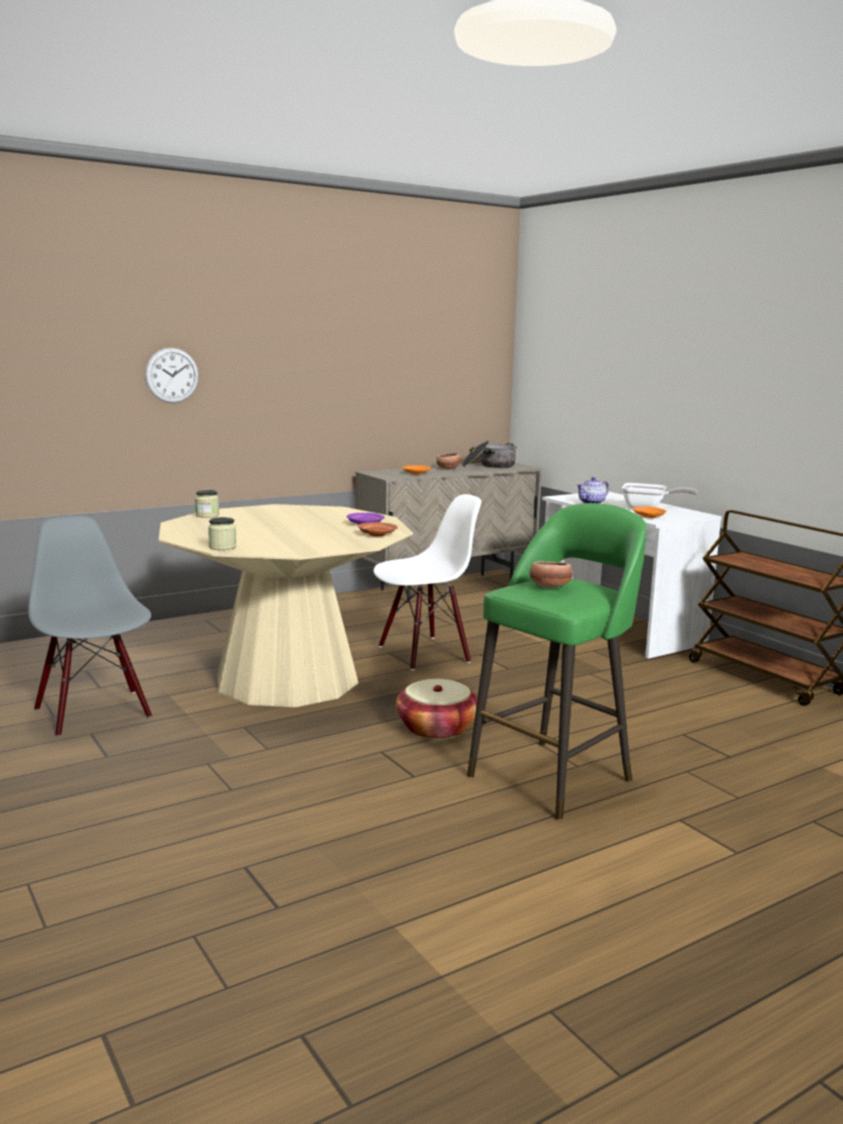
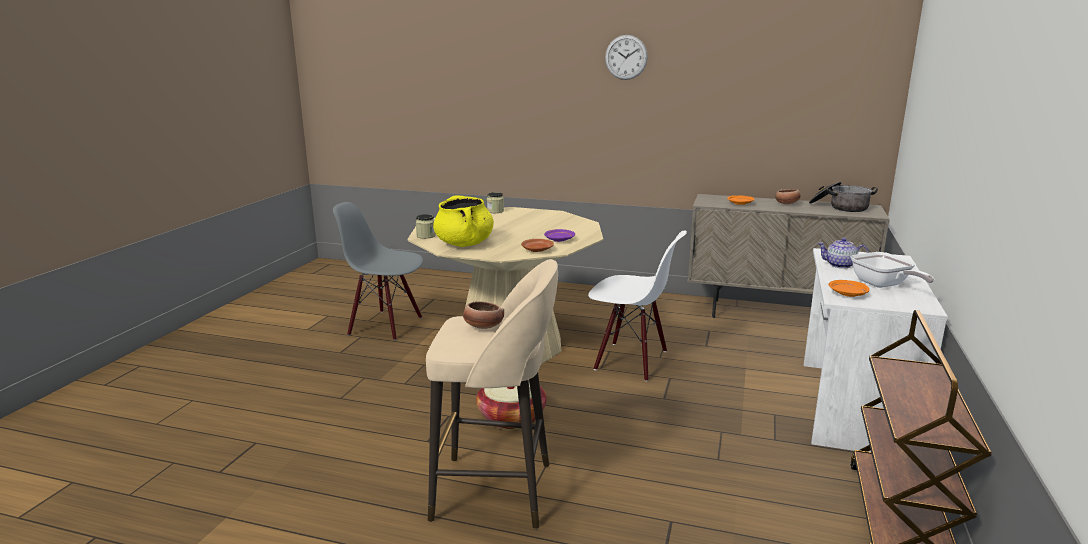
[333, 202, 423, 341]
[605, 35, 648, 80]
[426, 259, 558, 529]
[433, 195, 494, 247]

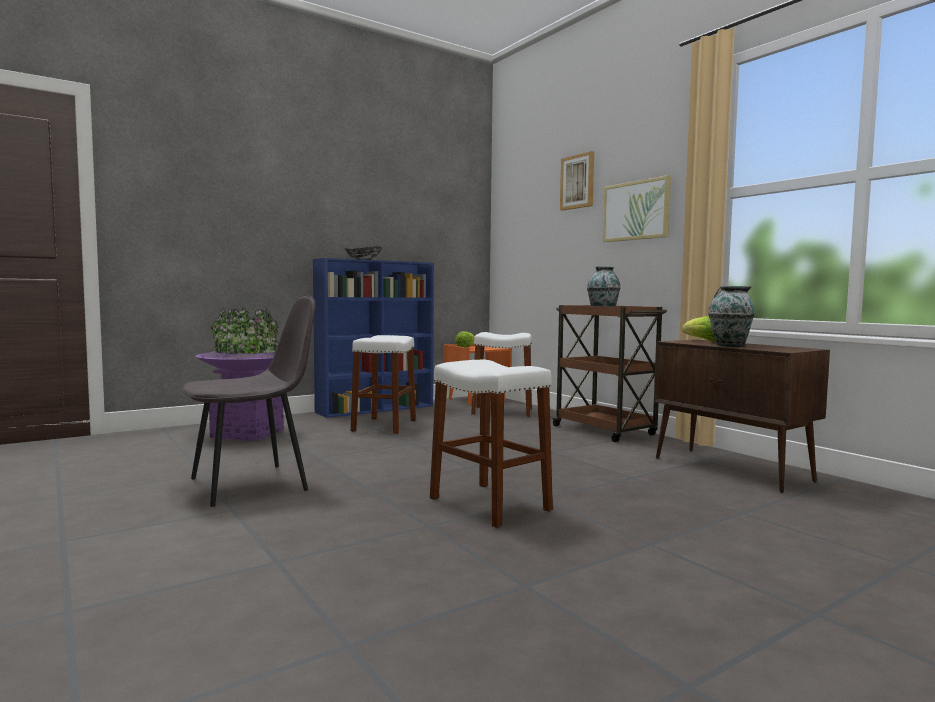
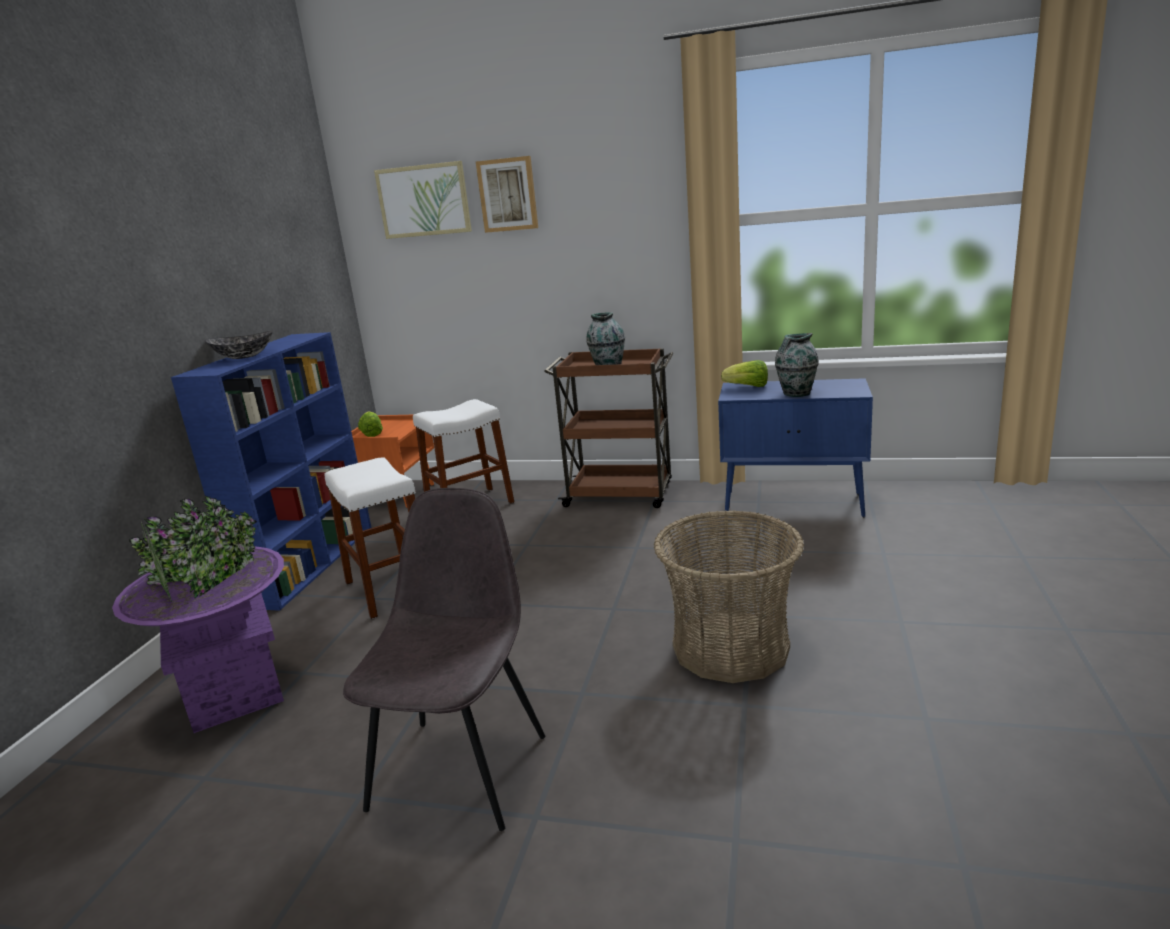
[654, 511, 804, 683]
[374, 161, 472, 239]
[718, 378, 873, 517]

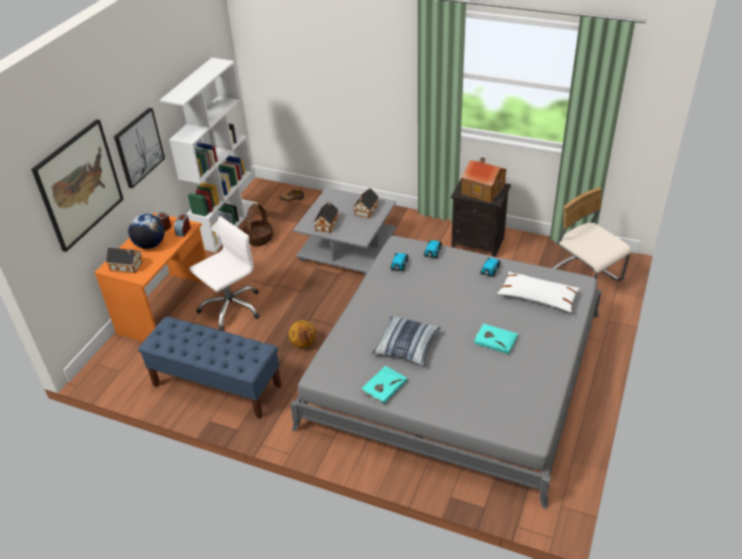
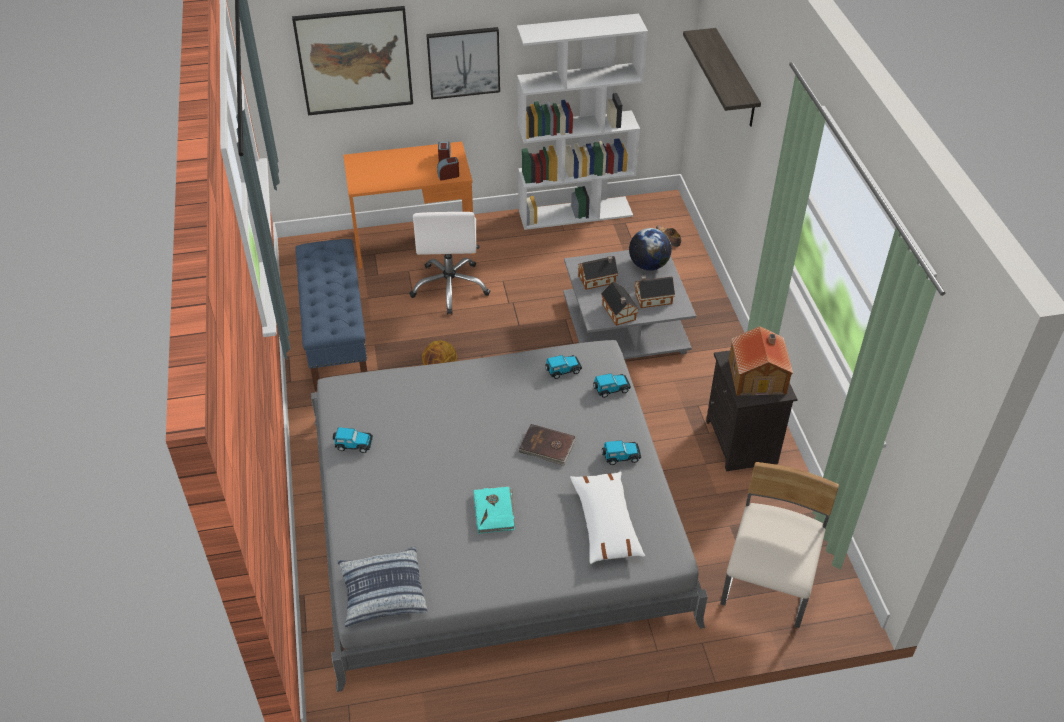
[601, 282, 639, 326]
[629, 228, 672, 271]
[409, 212, 490, 315]
[242, 204, 273, 246] (first image)
[333, 427, 373, 453]
[338, 547, 428, 627]
[518, 424, 575, 466]
[683, 28, 761, 127]

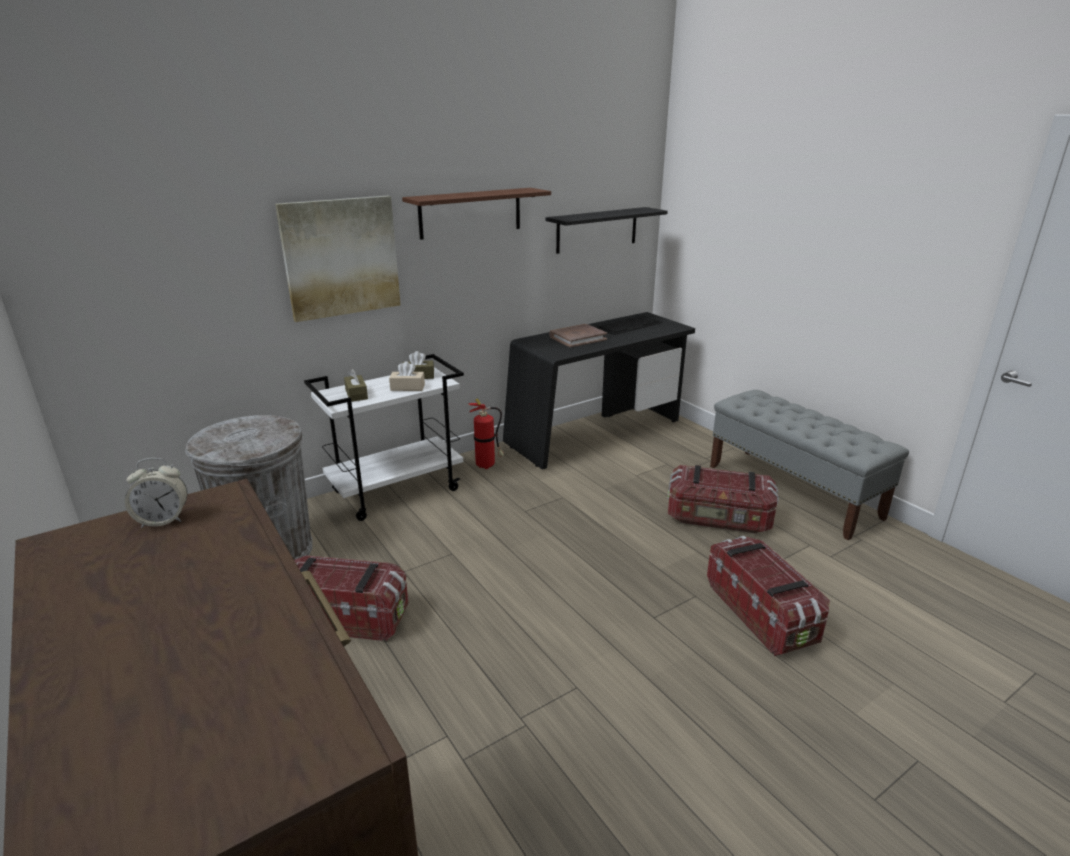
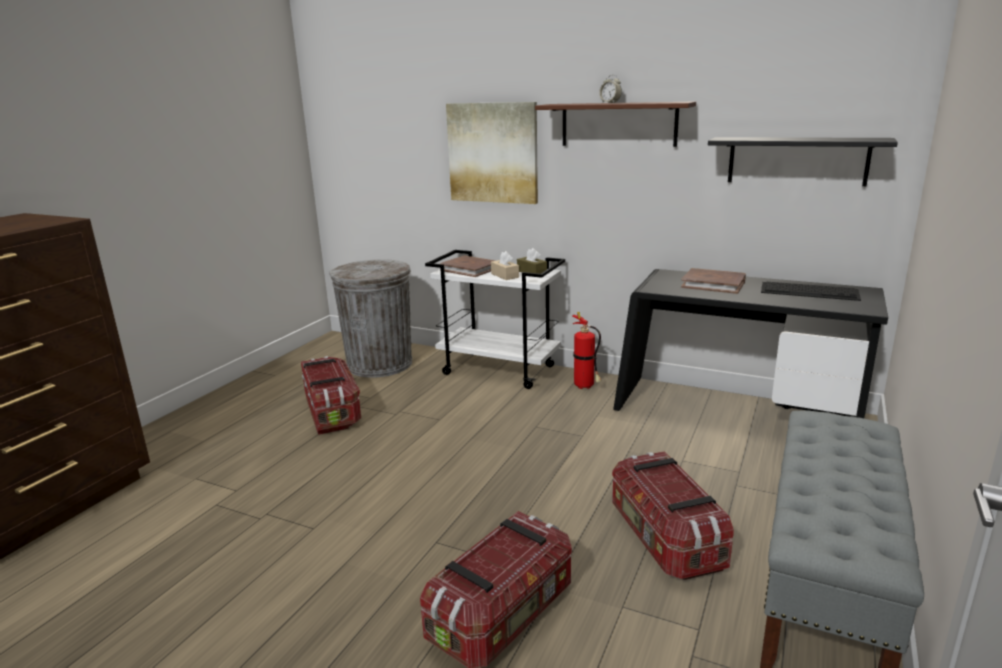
[599, 75, 622, 103]
[440, 256, 495, 277]

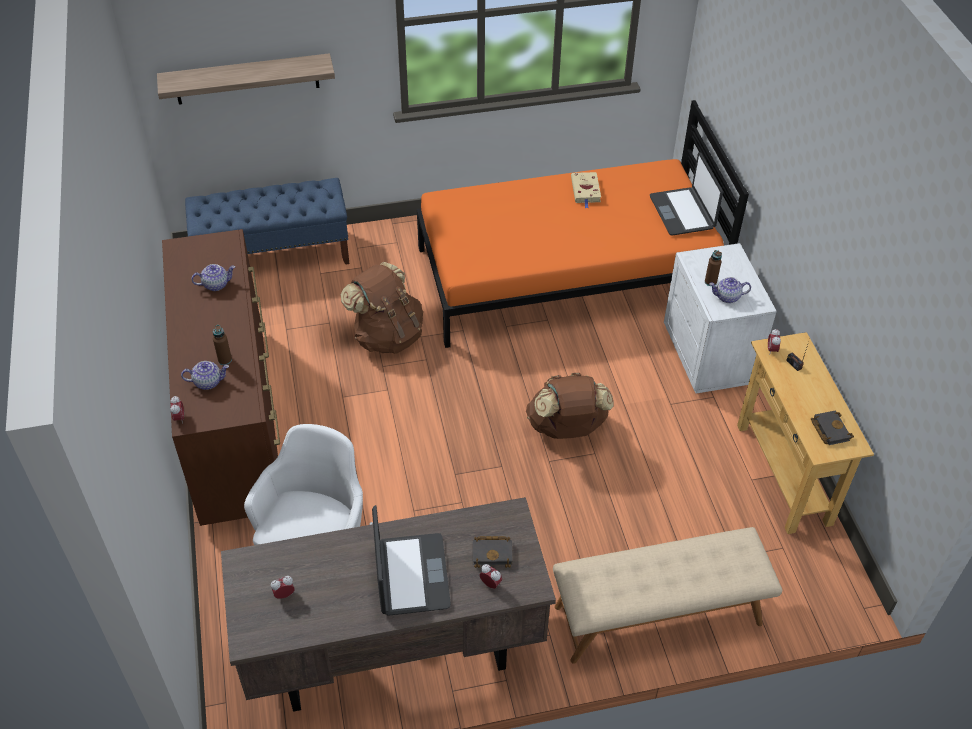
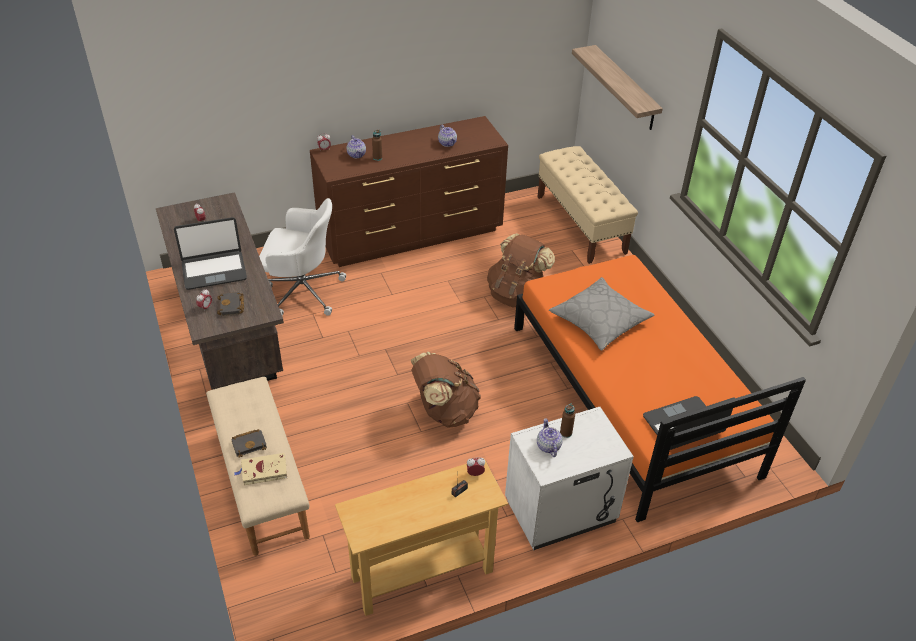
[537, 146, 638, 264]
[234, 453, 287, 485]
[232, 429, 267, 458]
[549, 277, 654, 351]

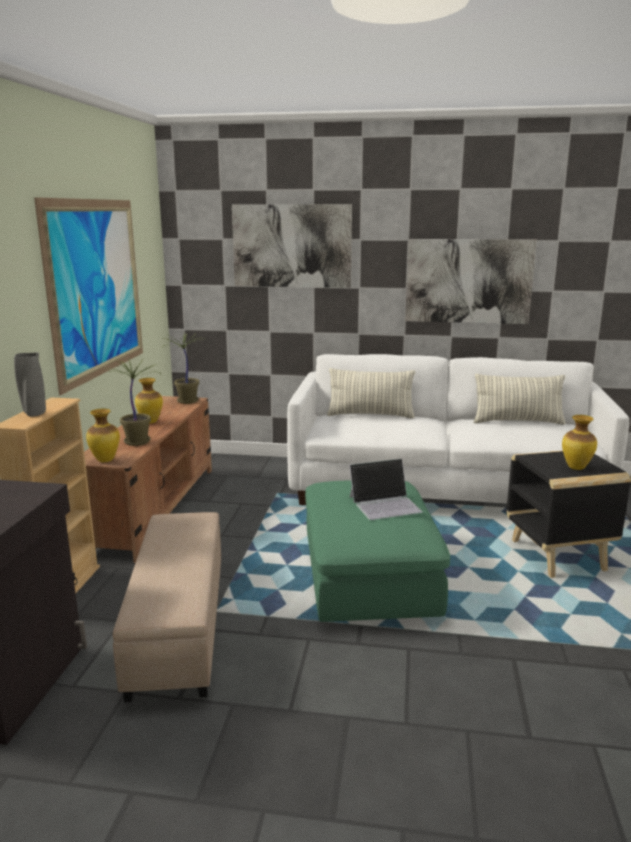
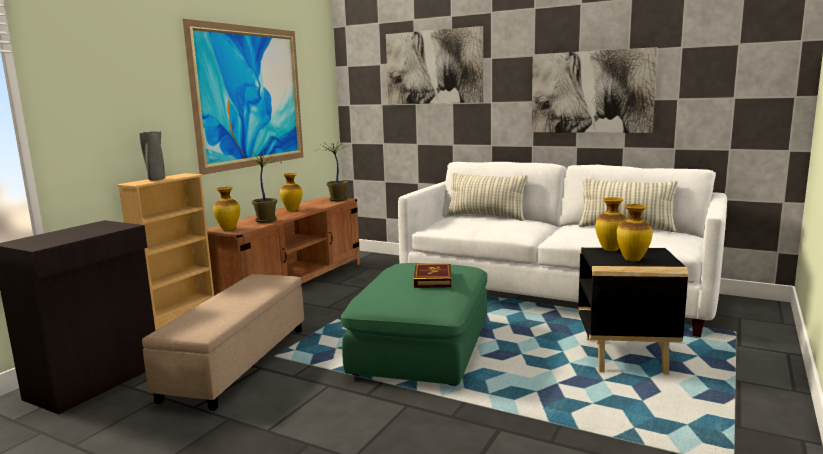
[414, 263, 452, 288]
[595, 197, 627, 251]

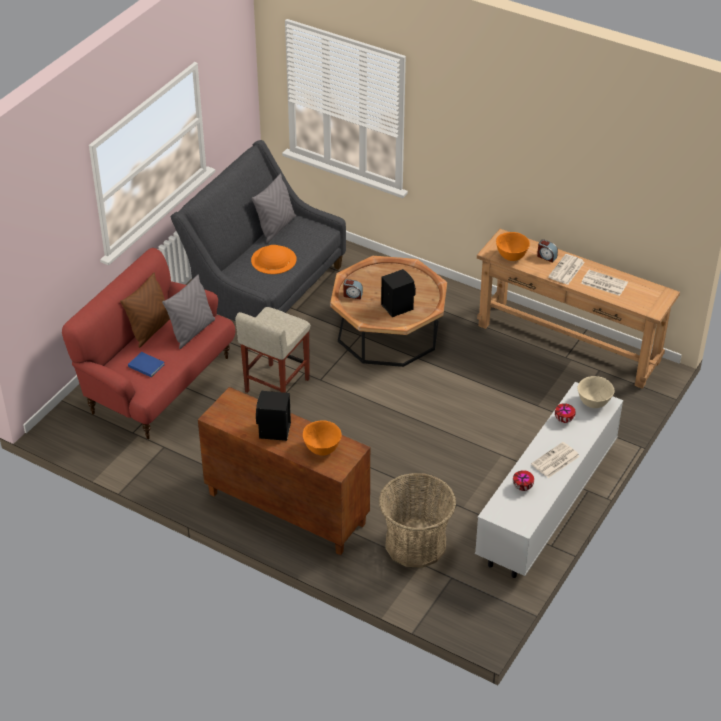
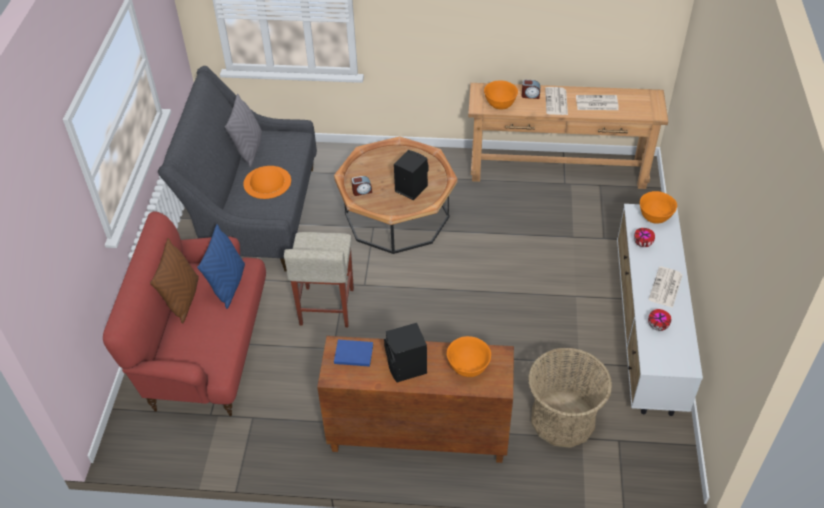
[334, 340, 373, 367]
[197, 224, 245, 309]
[640, 191, 677, 224]

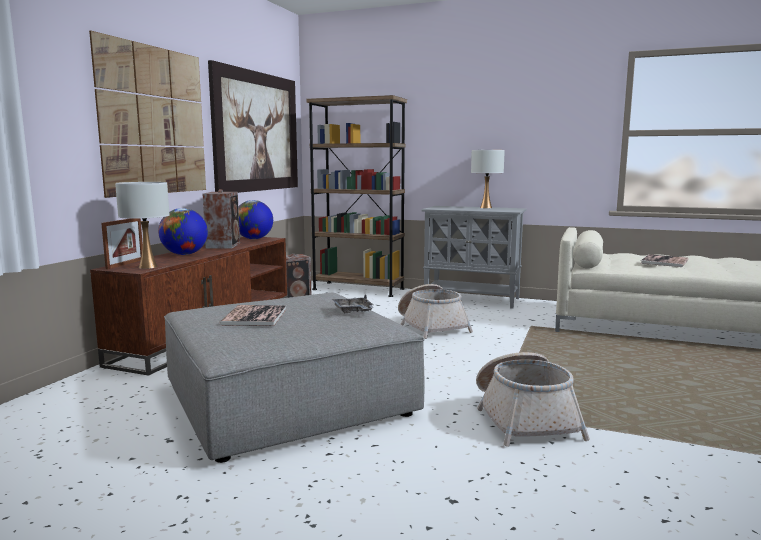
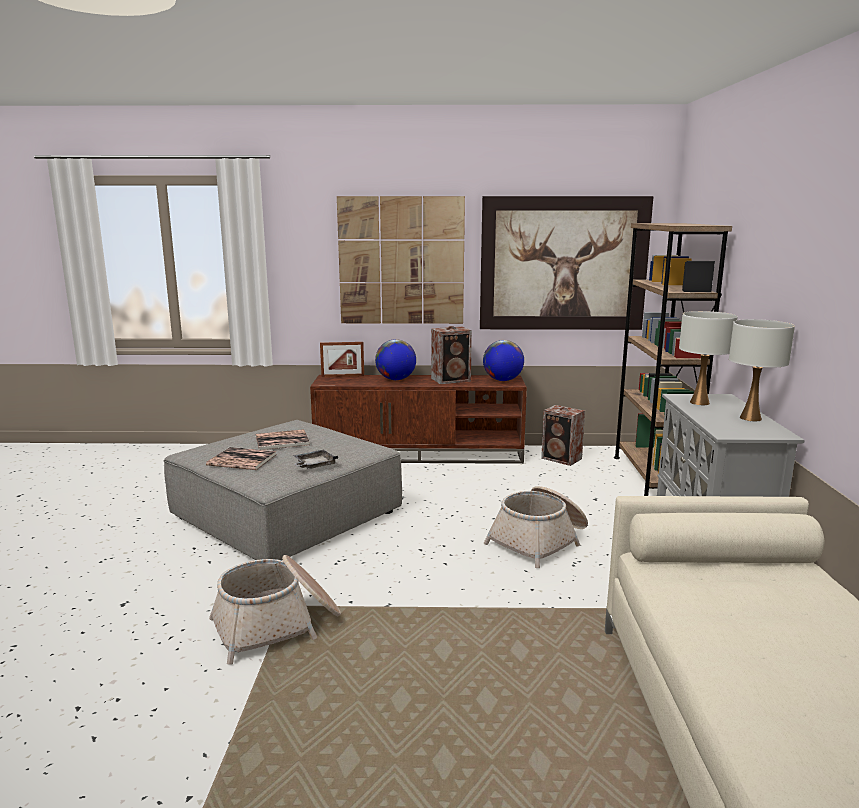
[679, 311, 738, 405]
[206, 447, 276, 470]

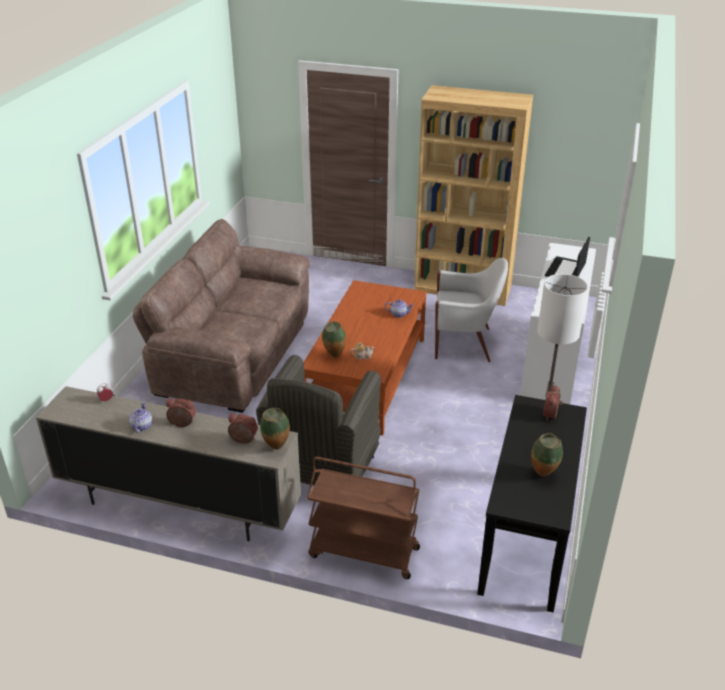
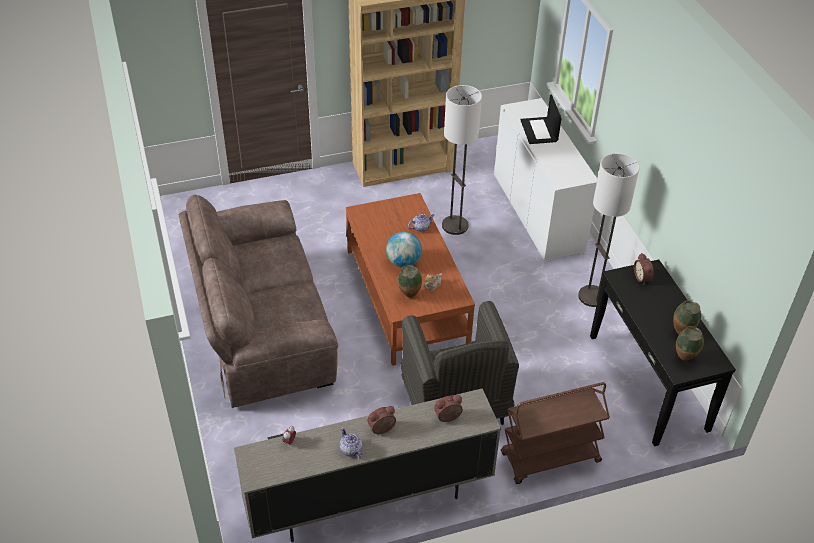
[676, 326, 704, 361]
[442, 85, 482, 235]
[386, 232, 422, 267]

